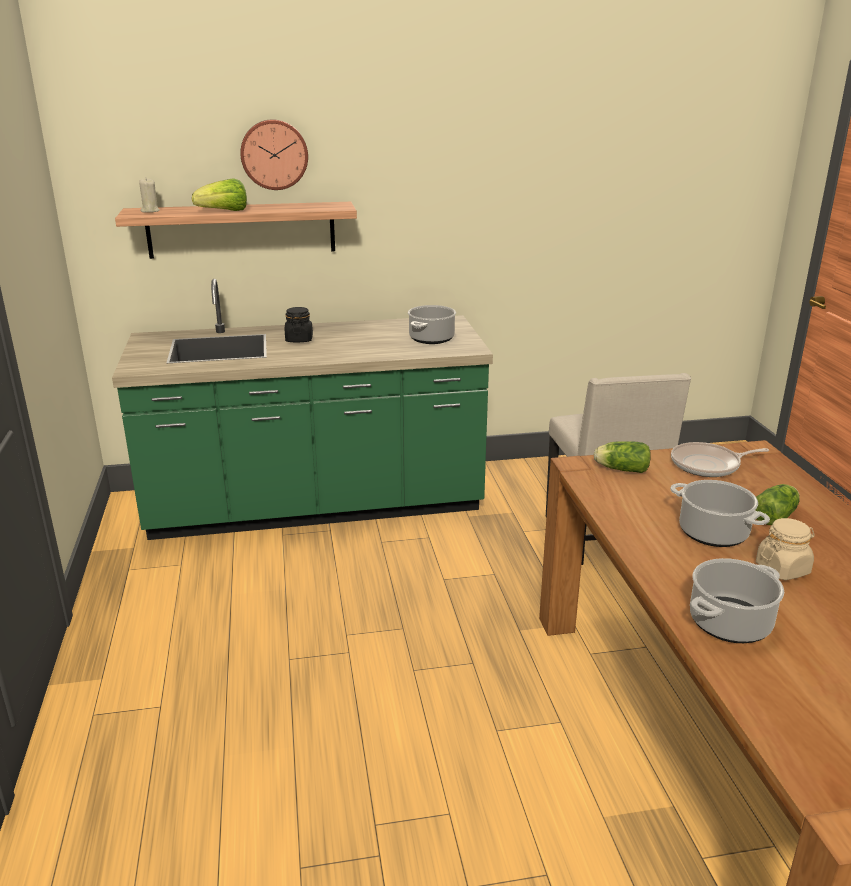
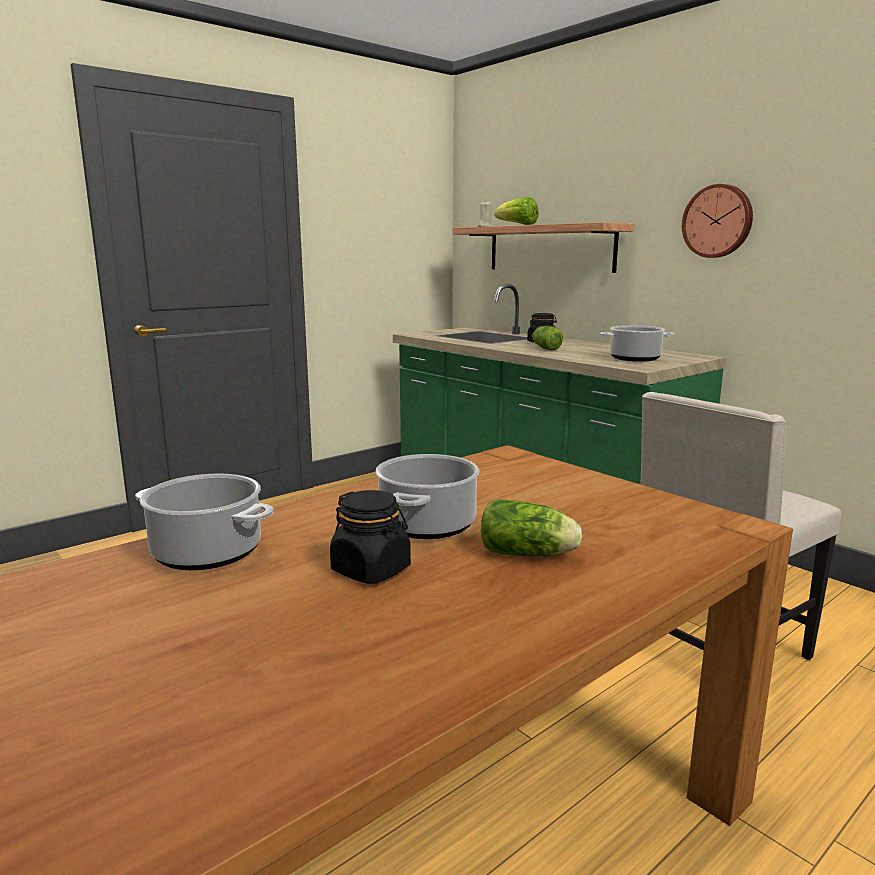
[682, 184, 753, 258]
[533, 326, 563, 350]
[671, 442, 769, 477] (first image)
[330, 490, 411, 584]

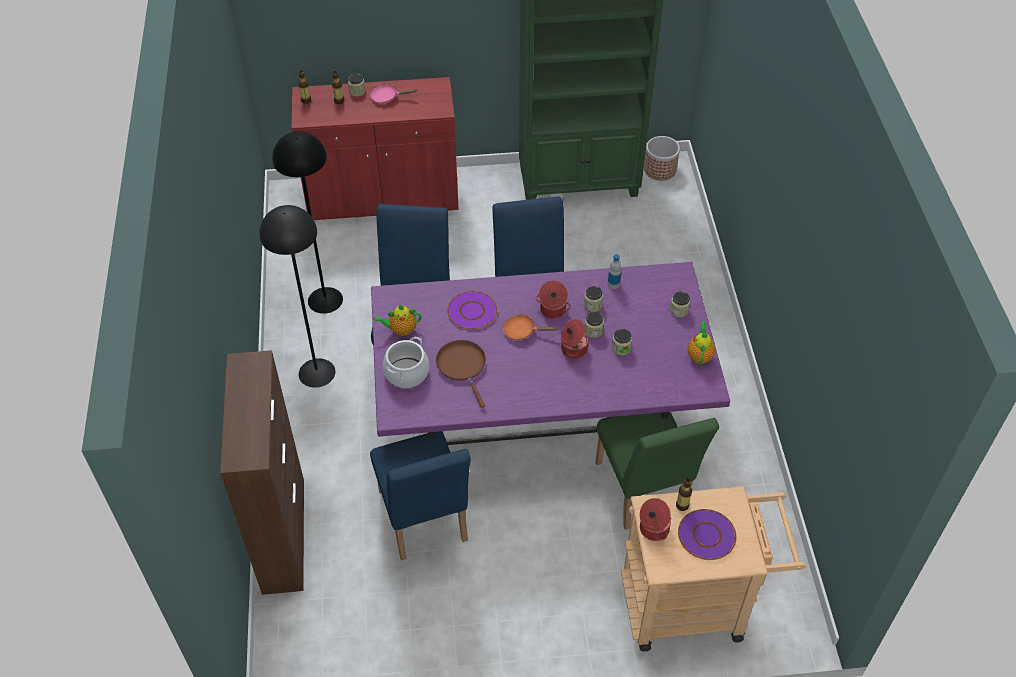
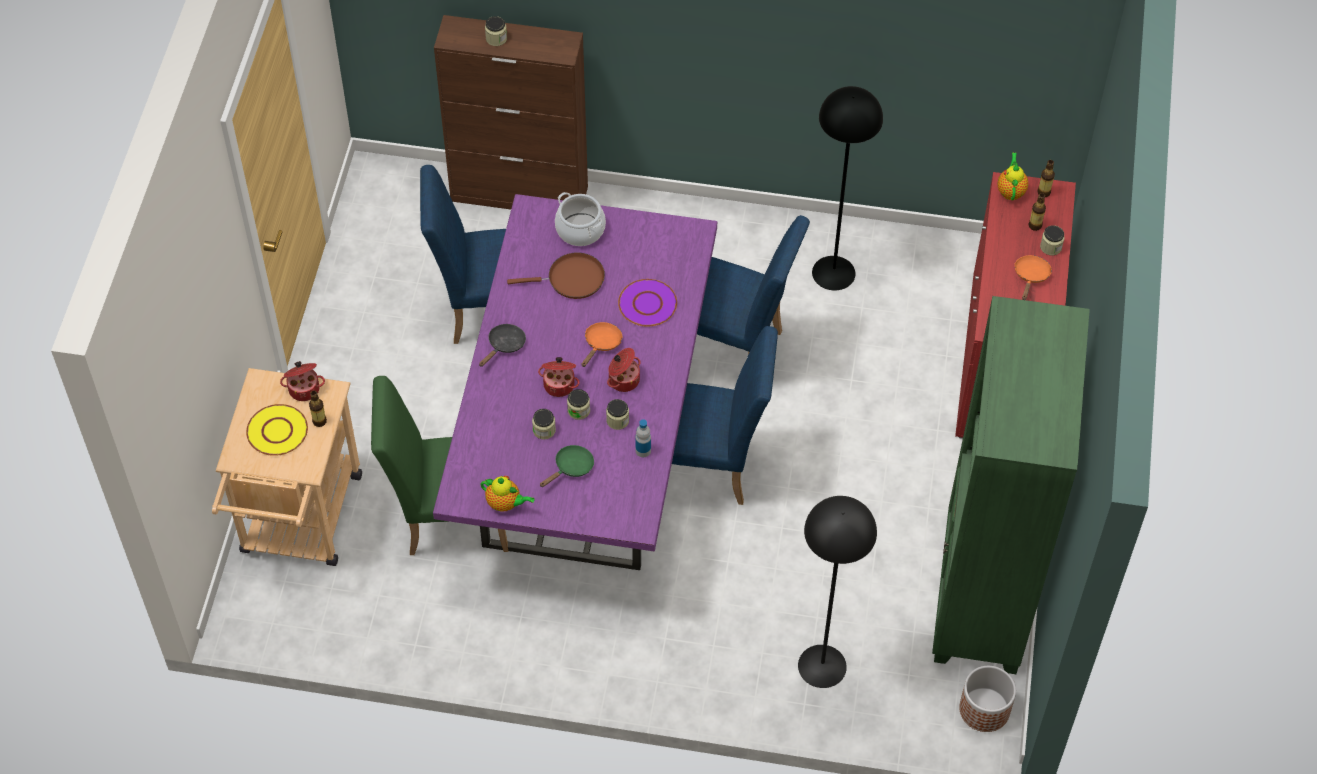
[798, 496, 877, 688]
[1014, 255, 1052, 300]
[997, 153, 1028, 200]
[485, 16, 507, 46]
[246, 404, 308, 456]
[479, 324, 526, 367]
[540, 445, 594, 487]

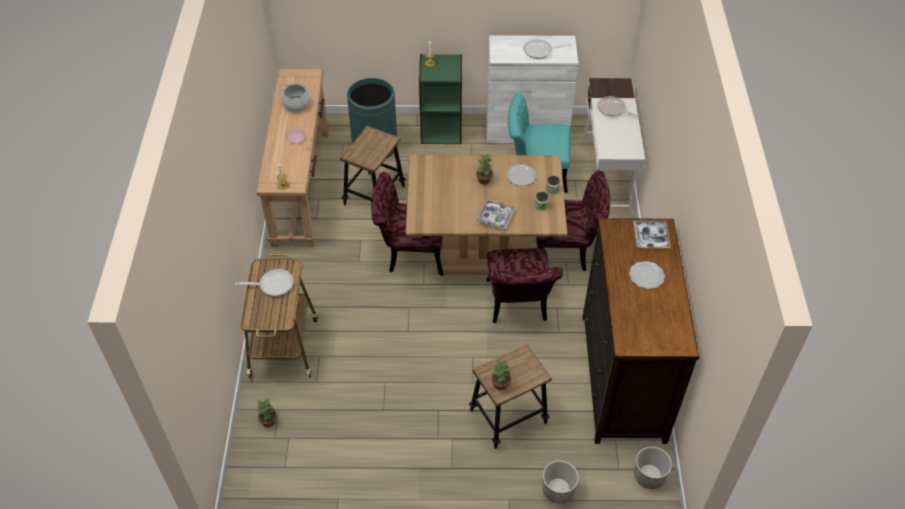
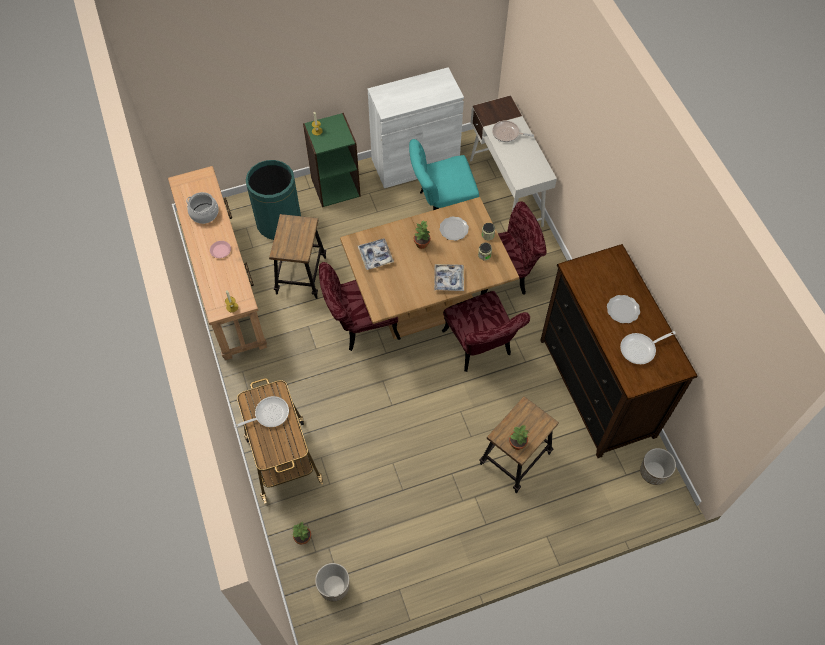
[620, 331, 676, 364]
[315, 563, 349, 602]
[358, 238, 394, 270]

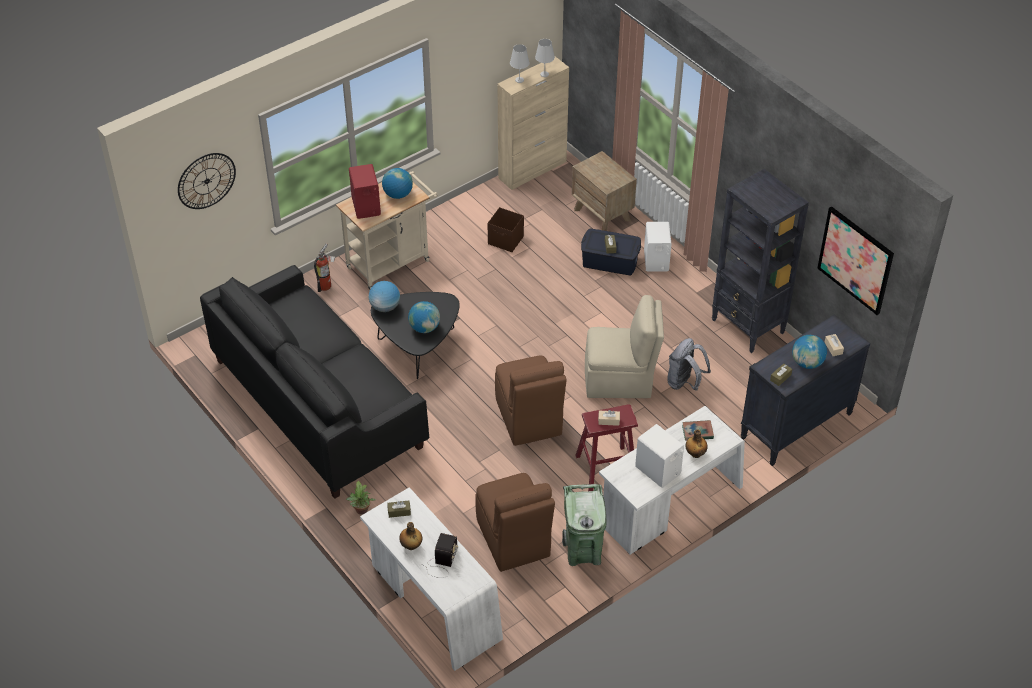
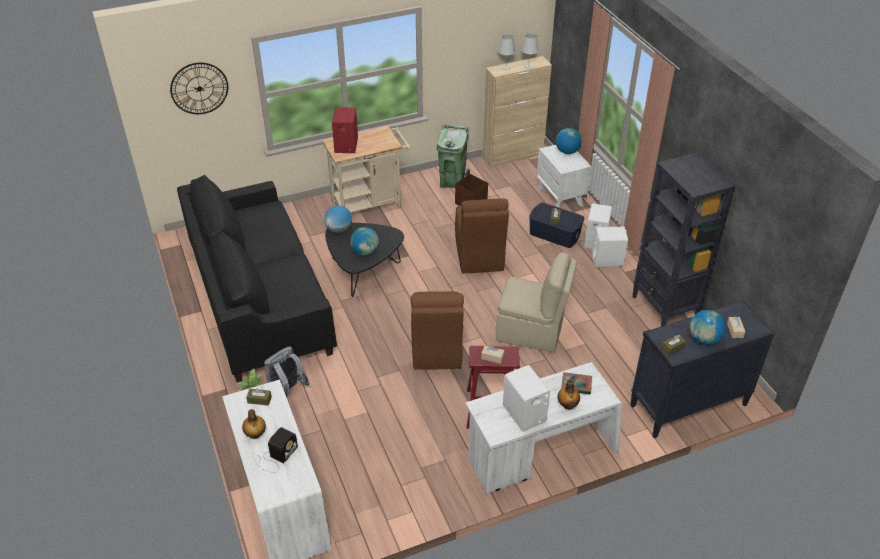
[314, 243, 335, 292] (first image)
[556, 128, 582, 154]
[455, 199, 509, 273]
[437, 125, 470, 188]
[537, 145, 592, 208]
[264, 347, 309, 397]
[817, 206, 894, 315] (first image)
[592, 227, 628, 267]

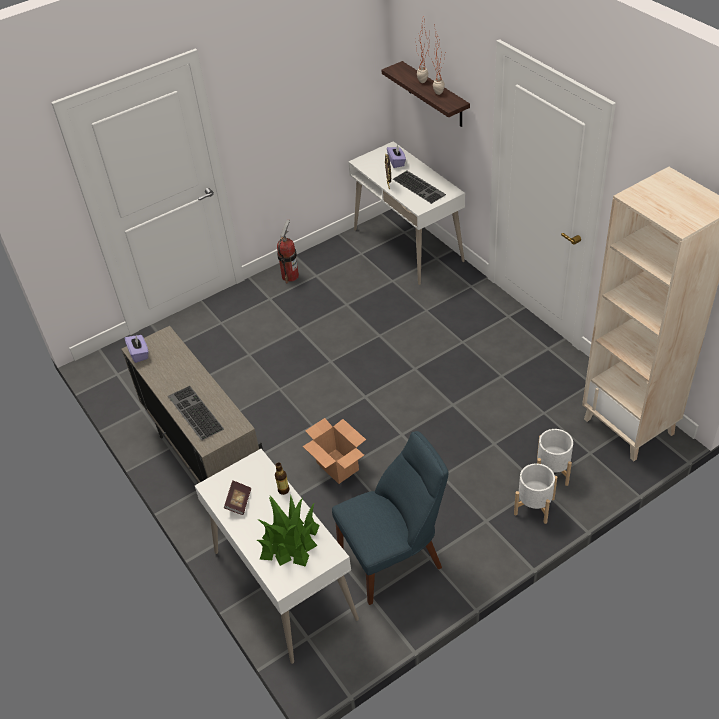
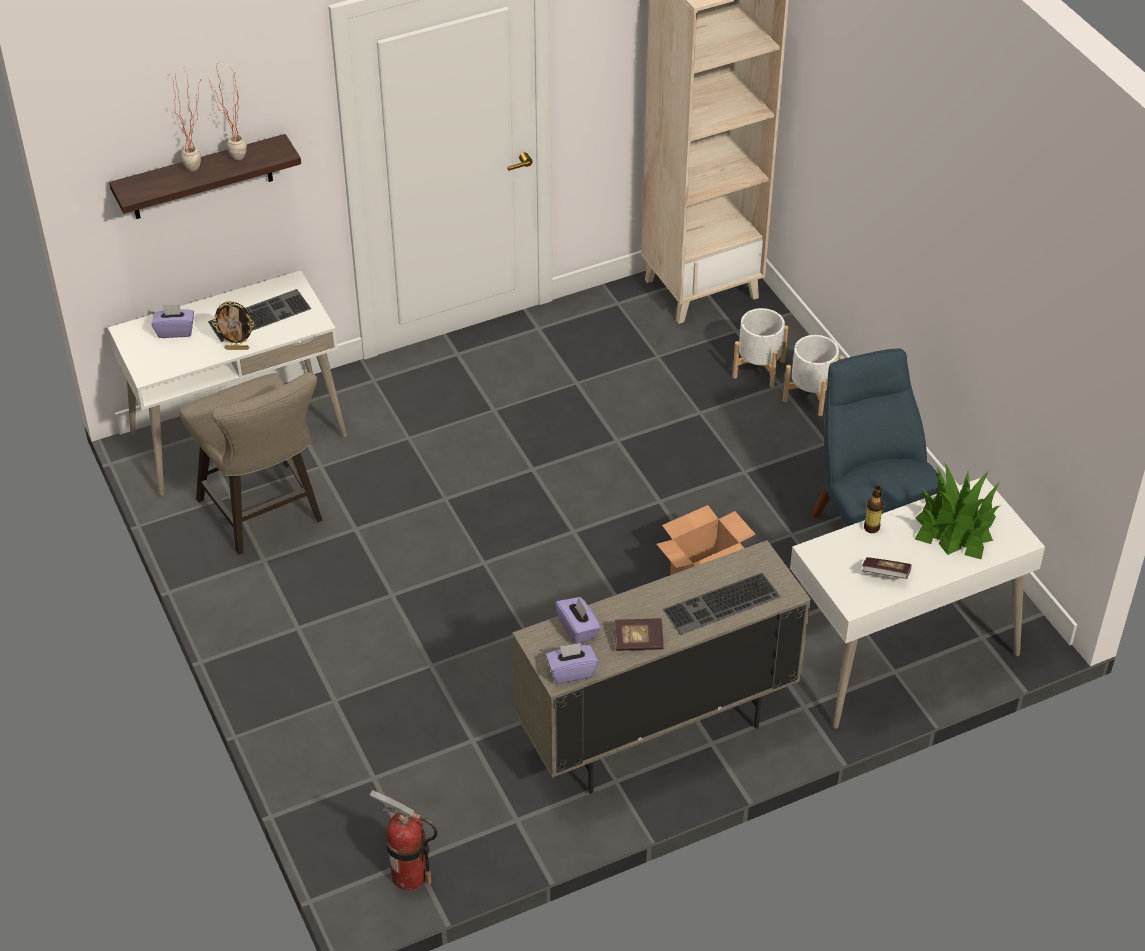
[370, 790, 438, 891]
[179, 372, 322, 555]
[555, 597, 601, 644]
[614, 618, 664, 651]

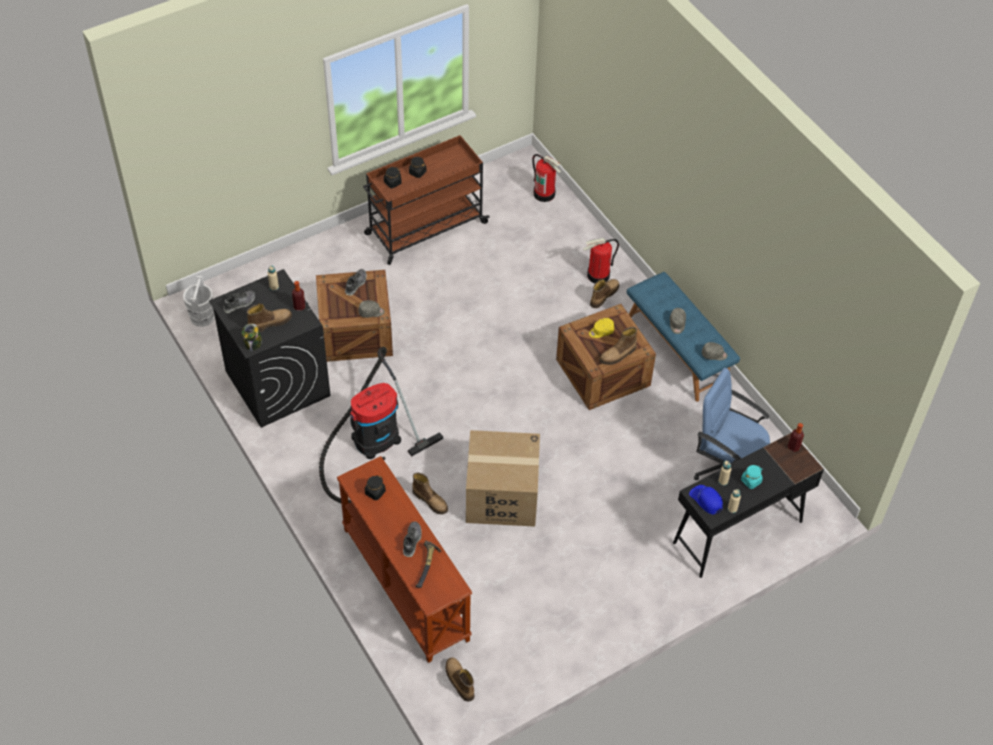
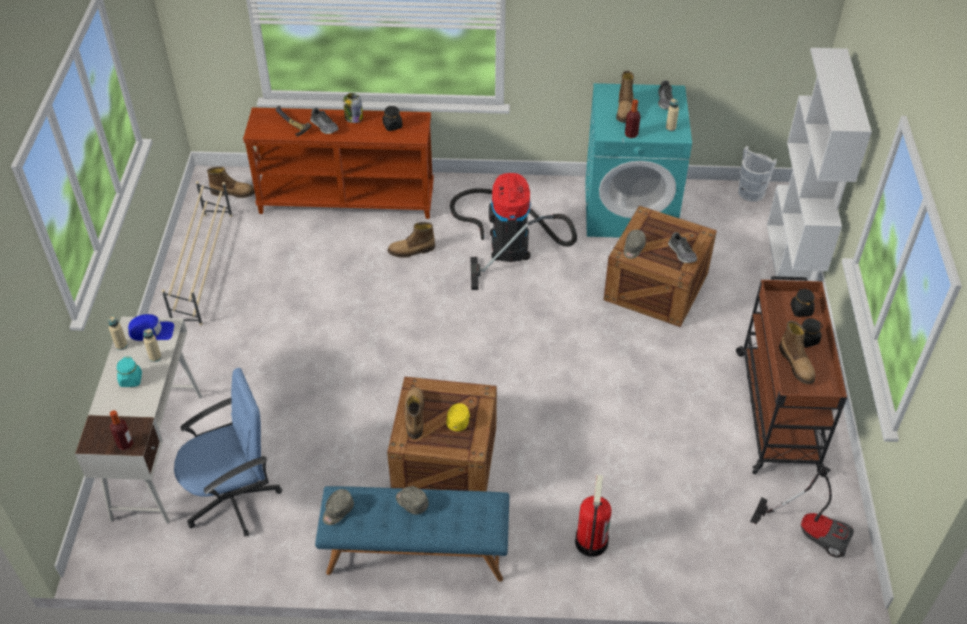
[585, 83, 692, 238]
[343, 93, 363, 123]
[466, 430, 540, 527] (first image)
[532, 154, 561, 202] (first image)
[779, 321, 815, 384]
[75, 317, 202, 523]
[162, 181, 232, 325]
[750, 464, 854, 558]
[767, 48, 872, 281]

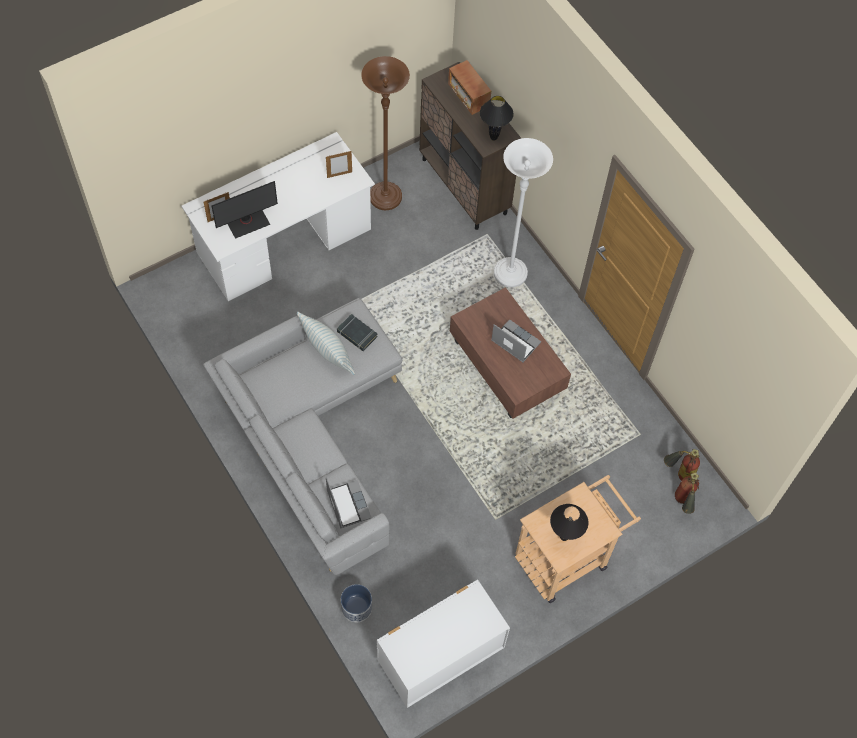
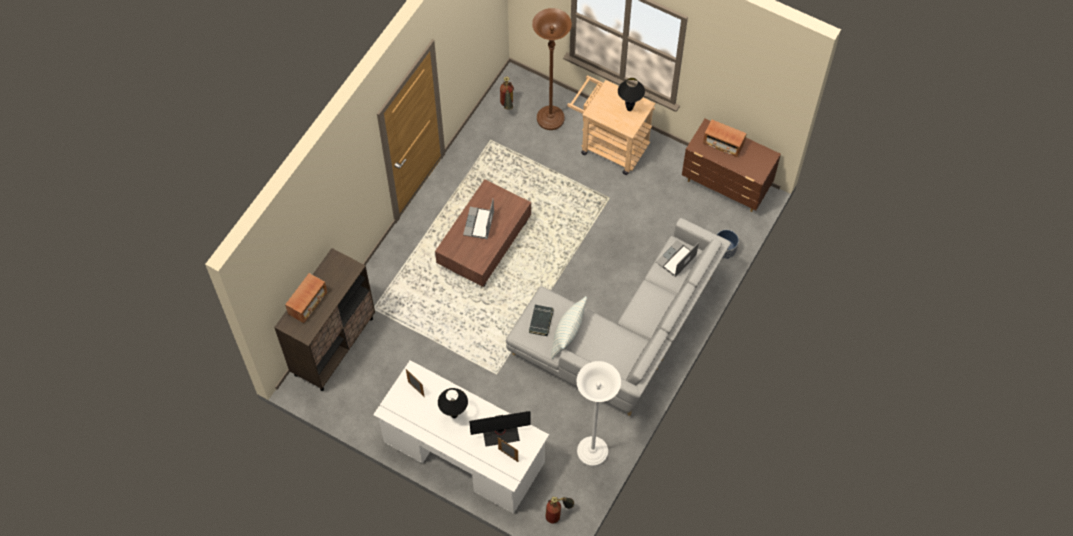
[469, 411, 531, 446]
[532, 8, 572, 130]
[682, 119, 781, 212]
[438, 388, 468, 418]
[577, 361, 621, 467]
[545, 497, 574, 524]
[703, 120, 747, 158]

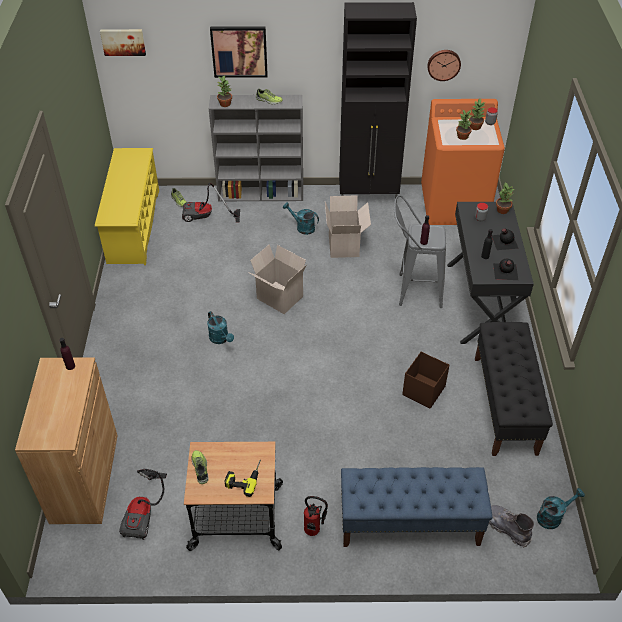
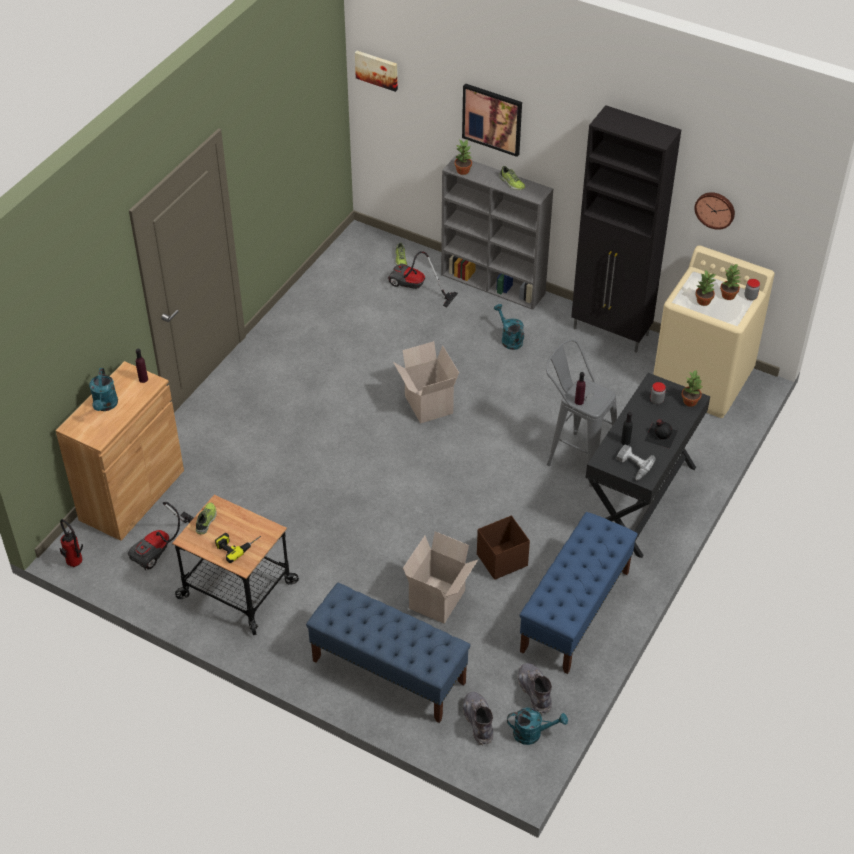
[95, 148, 159, 265] (first image)
[89, 368, 118, 411]
[59, 519, 83, 567]
[403, 531, 478, 624]
[653, 245, 775, 418]
[520, 512, 638, 674]
[617, 444, 656, 480]
[518, 663, 552, 715]

